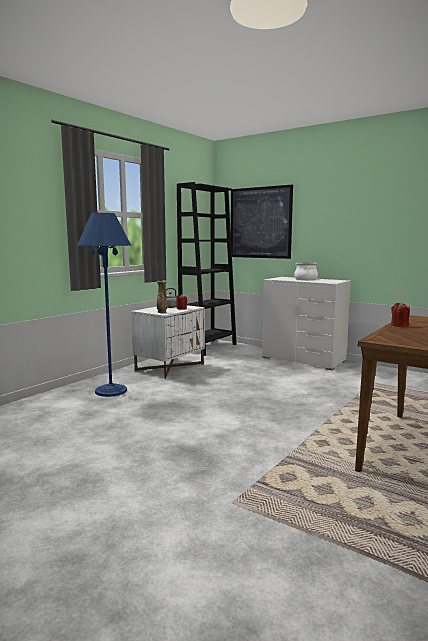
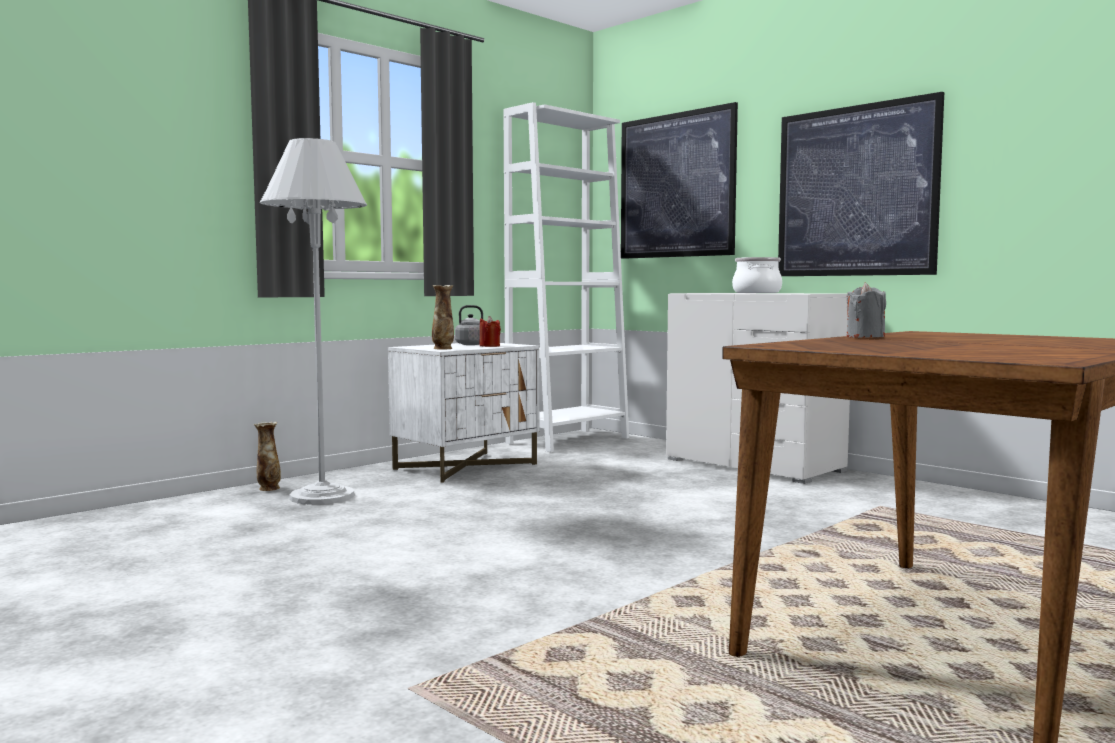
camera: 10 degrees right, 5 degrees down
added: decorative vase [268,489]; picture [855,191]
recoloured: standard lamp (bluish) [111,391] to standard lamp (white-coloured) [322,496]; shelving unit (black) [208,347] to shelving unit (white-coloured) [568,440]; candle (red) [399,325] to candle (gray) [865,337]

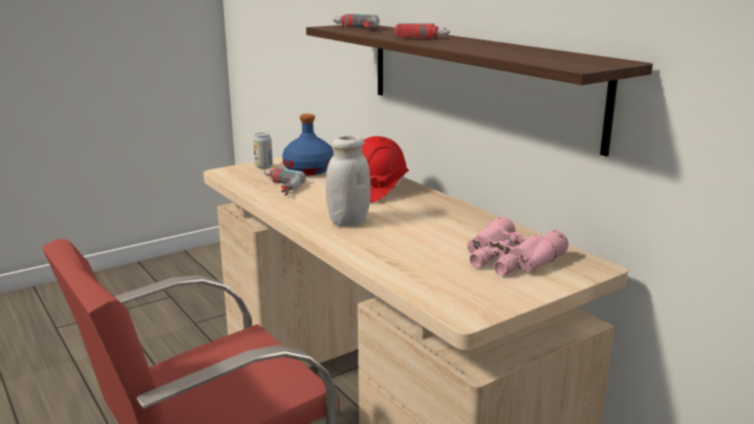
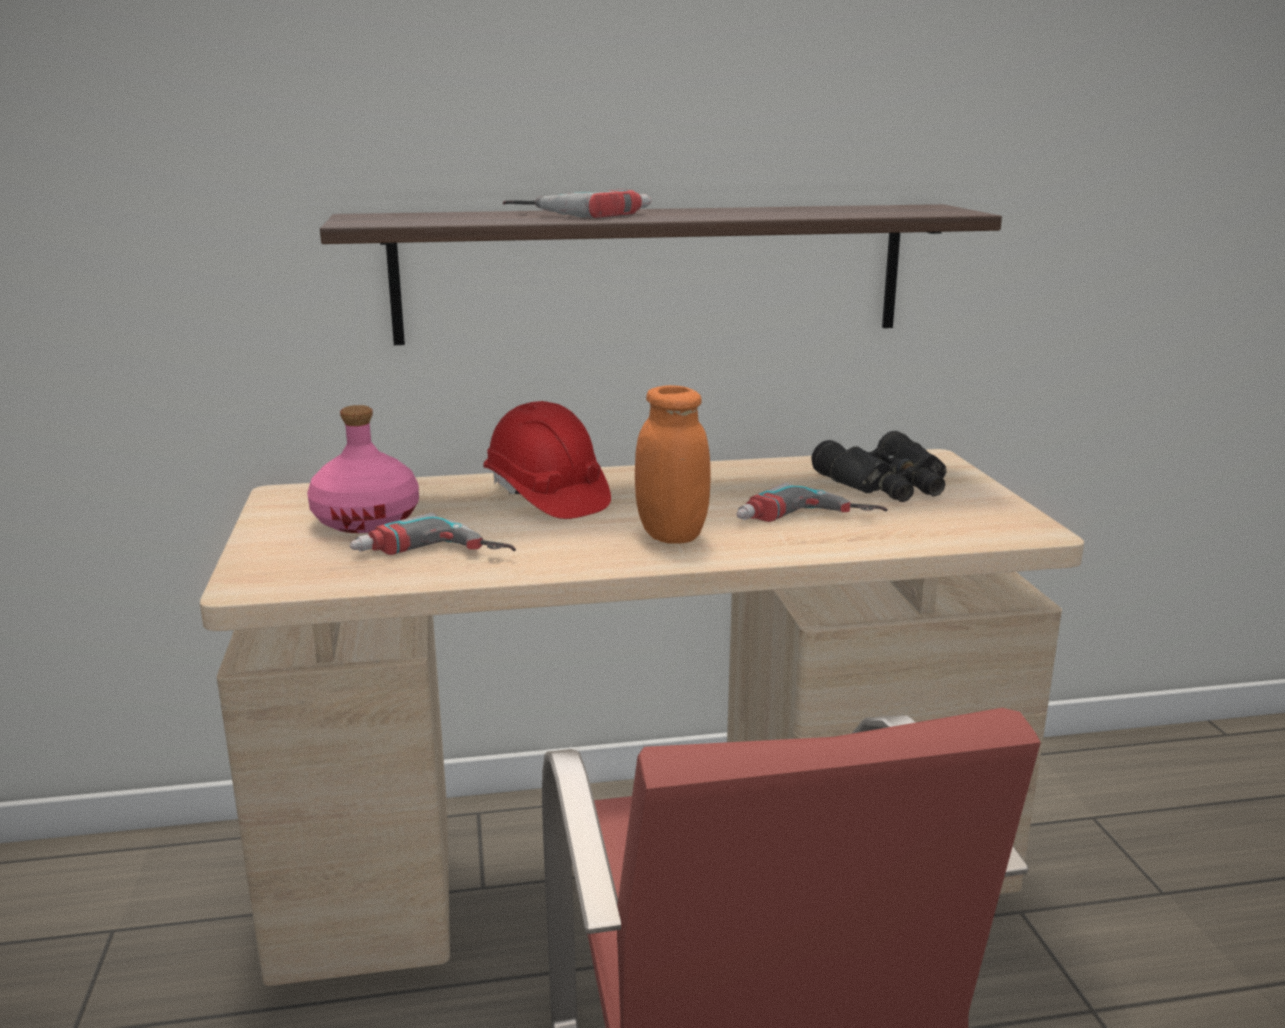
camera: 65 degrees left, 0 degrees up
removed: metal can [263,166]
moved: drill [353,29] to [808,521]
recoloured: drink bottle (bluish) [309,170] to drink bottle (pink-coloured) [366,520]; jar (white-coloured) [348,221] to jar (orangey) [671,535]; pair of binoculars (pink-coloured) [509,259] to pair of binoculars (black) [888,484]

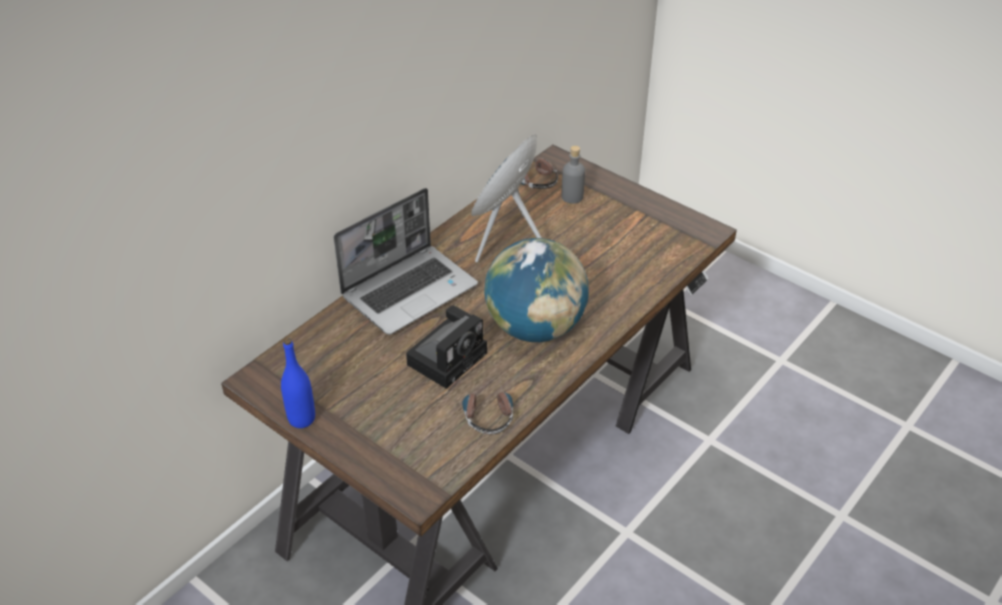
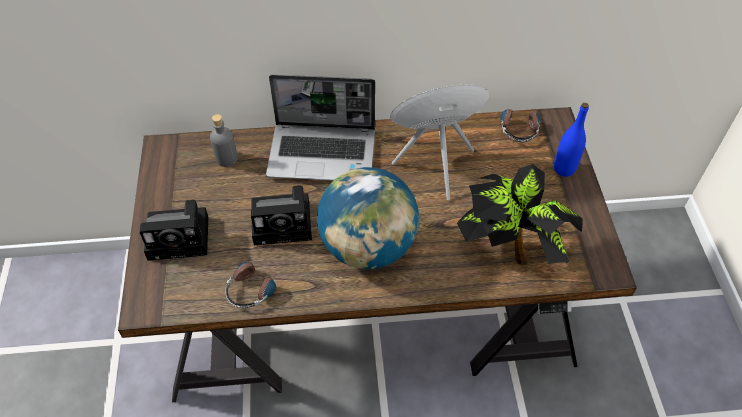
camera: 45 degrees right, 10 degrees up
added: still camera [182,237]; houseplant [510,250]
moved: drink bottle (bluish) [301,419] to [564,169]; drink bottle (gray) [572,197] to [226,158]

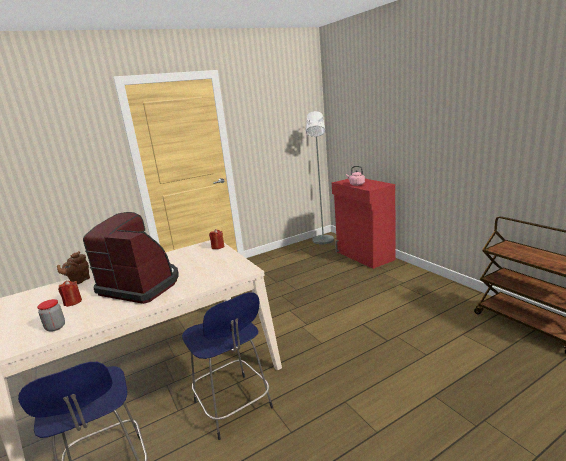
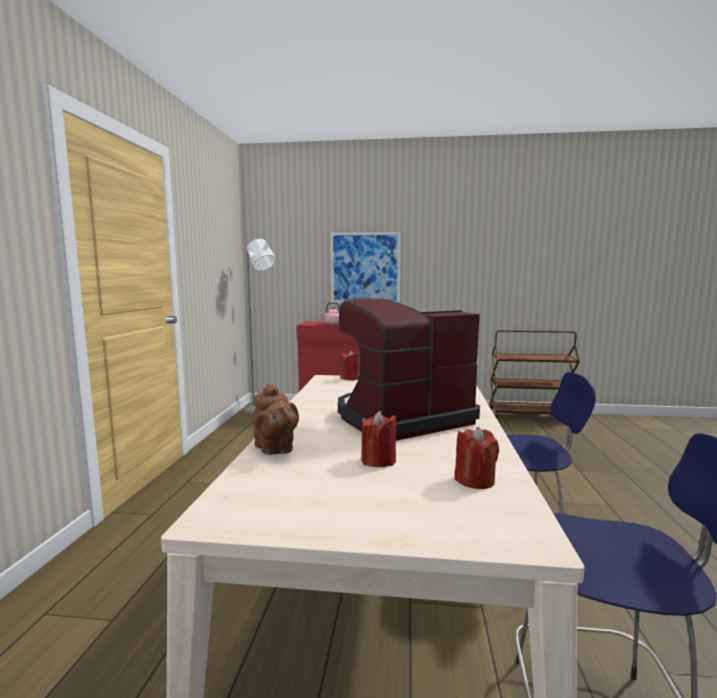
camera: 55 degrees left, 10 degrees down
added: picture [365,268]
replaced: jar [55,327] to candle (red) [475,480]

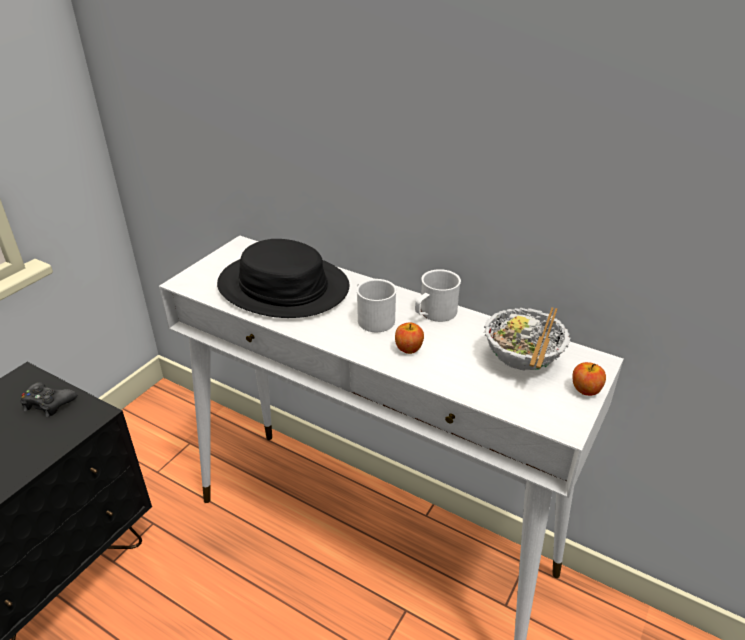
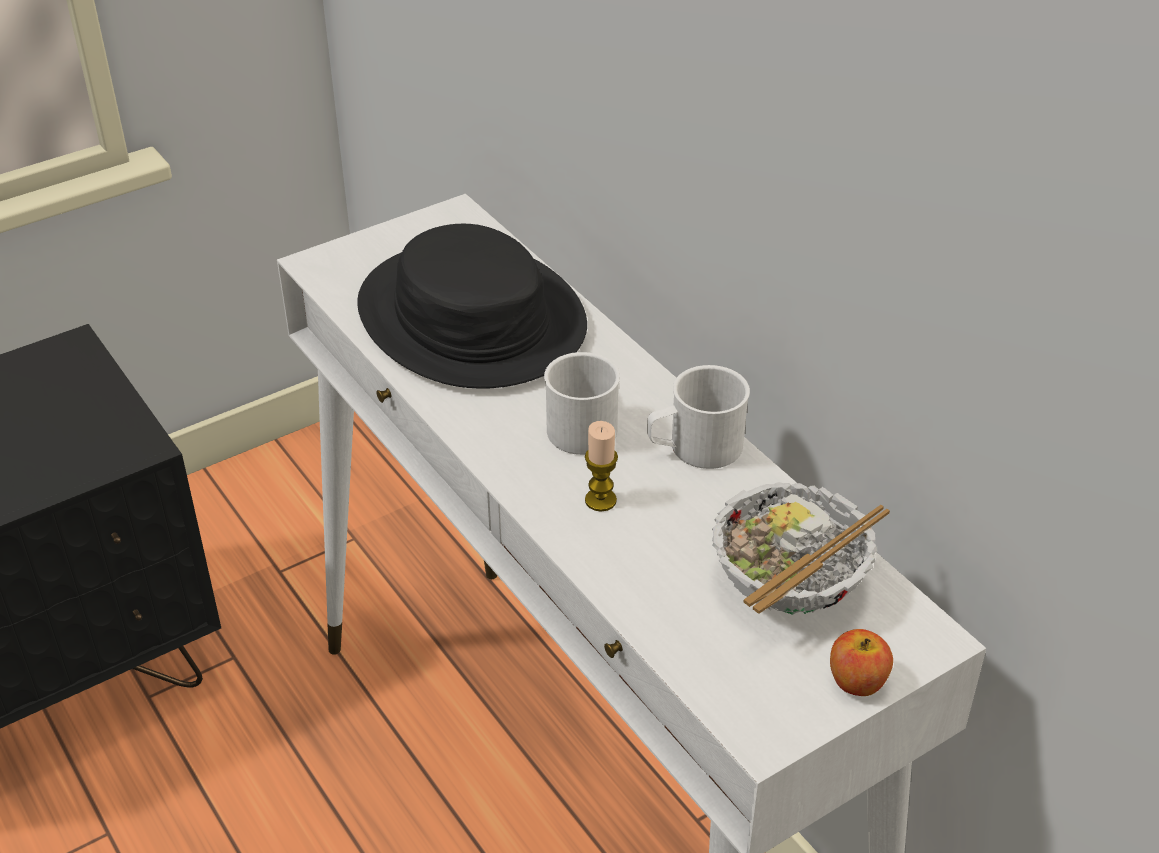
camera: 25 degrees right, 5 degrees up
removed: joypad (black) [48,403]
replaced: apple [409,348] to candle [600,500]

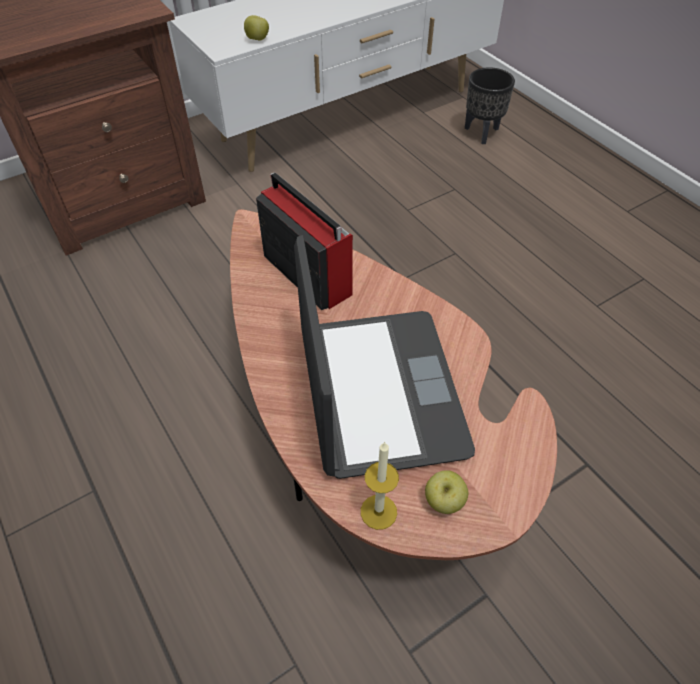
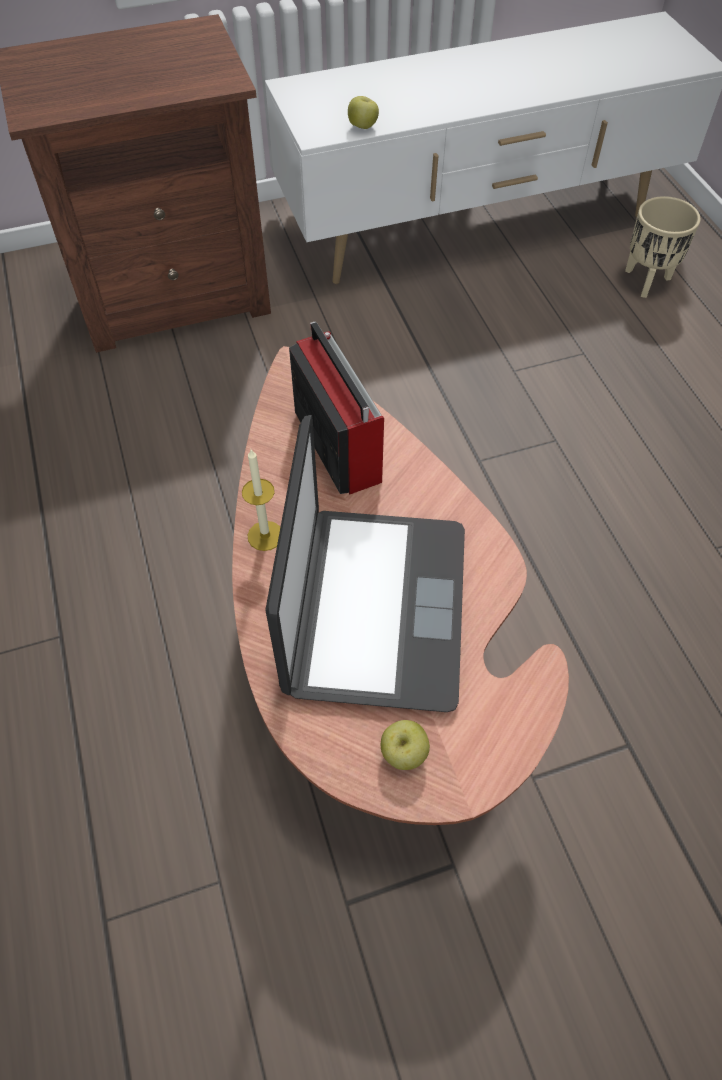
camera: 15 degrees right, 5 degrees up
moved: candle [378,512] to [265,535]
recoloured: planter (black) [482,133] to planter (beige) [647,281]

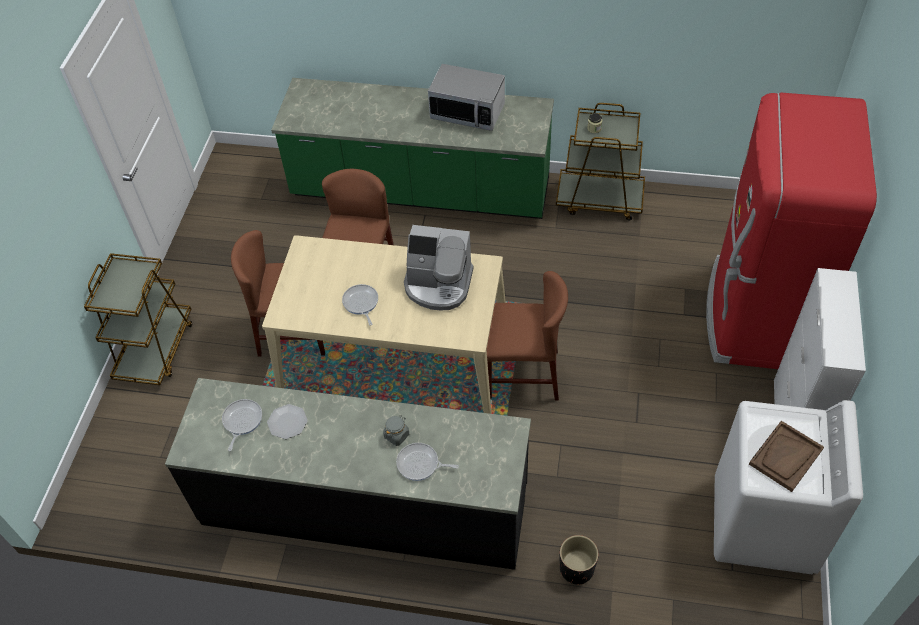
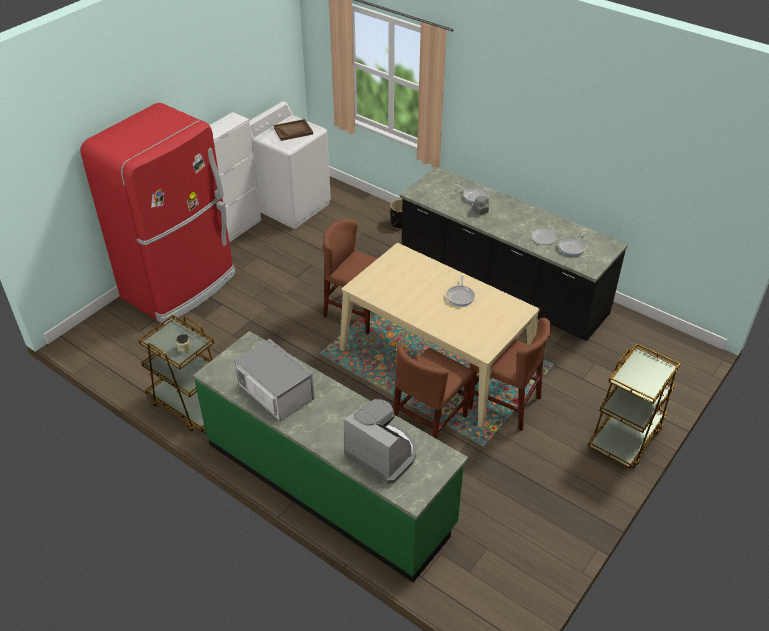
camera: 155 degrees left, 10 degrees down
moved: coffee machine [438,285] to [383,453]

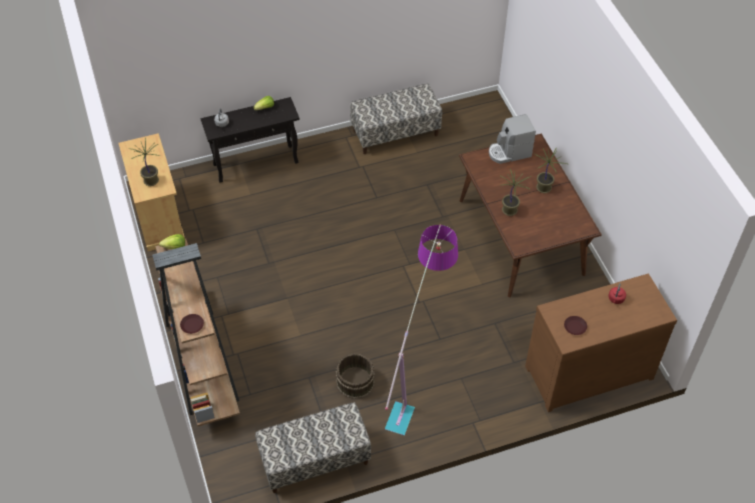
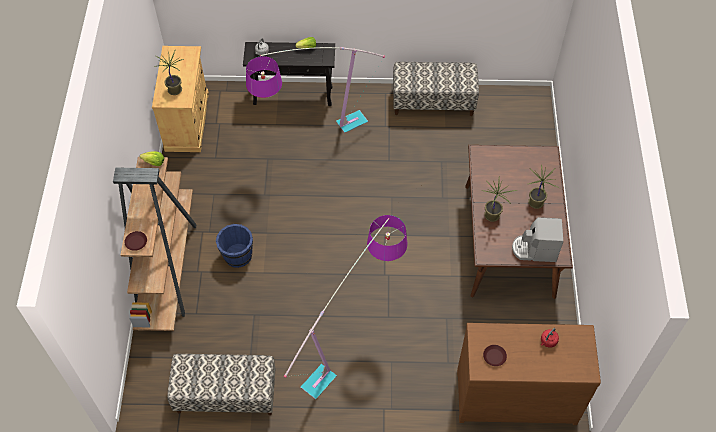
camera: 20 degrees right, 5 degrees up
removed: bucket (brownish) [354,382]
added: bucket (bluish) [237,255]; standard lamp [309,141]
moved: coffee machine [509,152] to [534,250]

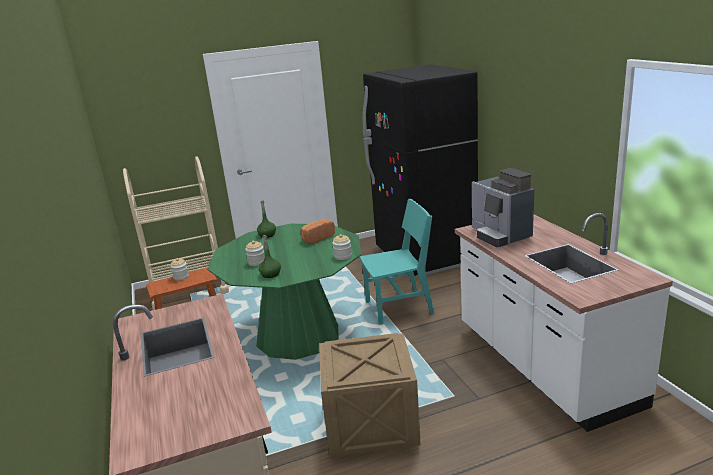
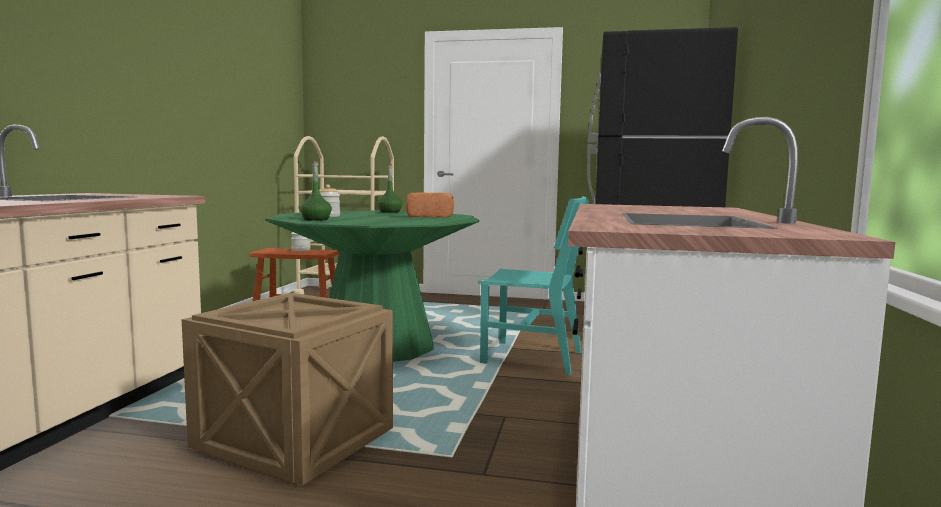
camera: 30 degrees right, 15 degrees down
removed: jar [342,256]; coffee machine [500,235]

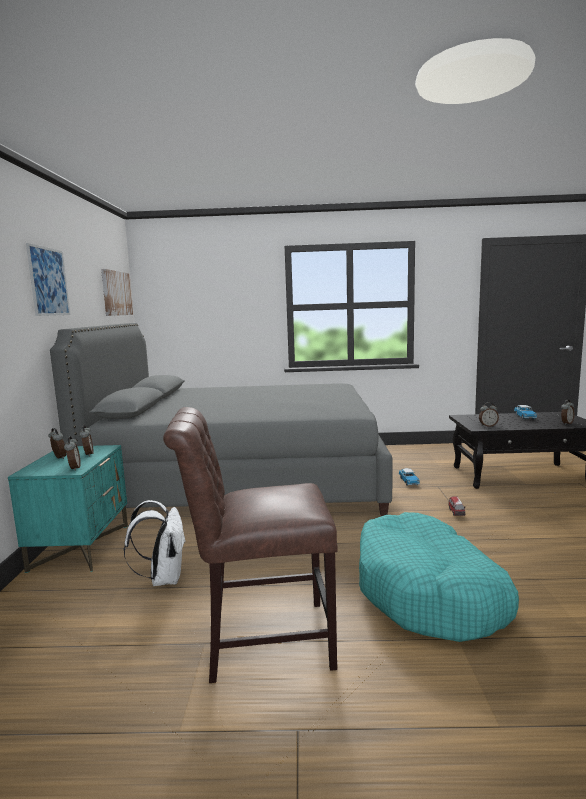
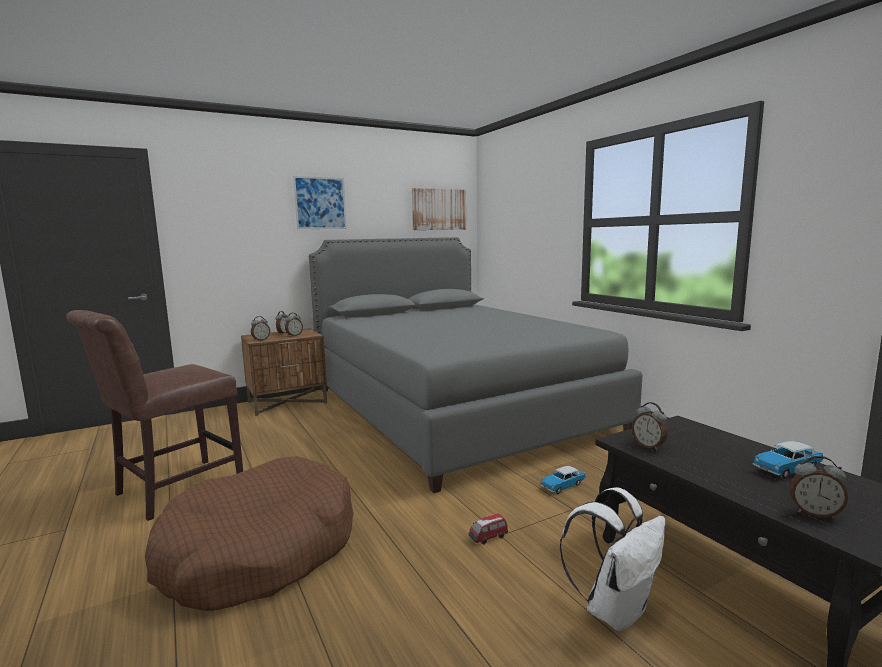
camera: 60 degrees right, 0 degrees up
moved: rucksack (white-coloured) [163,578] to [615,609]
recoloured: bedside table (turquoise-coloured) [81,547] to bedside table (brownish) [287,402]; dog cushion (turquoise-coloured) [429,592] to dog cushion (brownish) [259,550]
turned: plain chair (brownish) [261,639] = [173,490] 105 degrees counterclockwise

